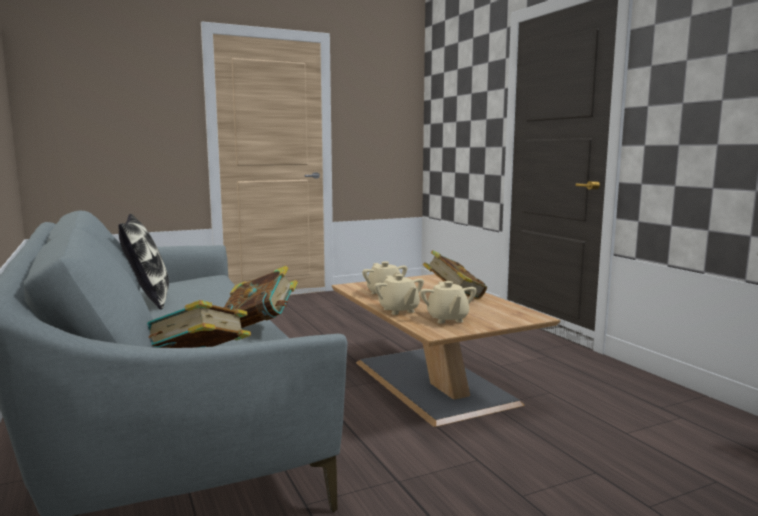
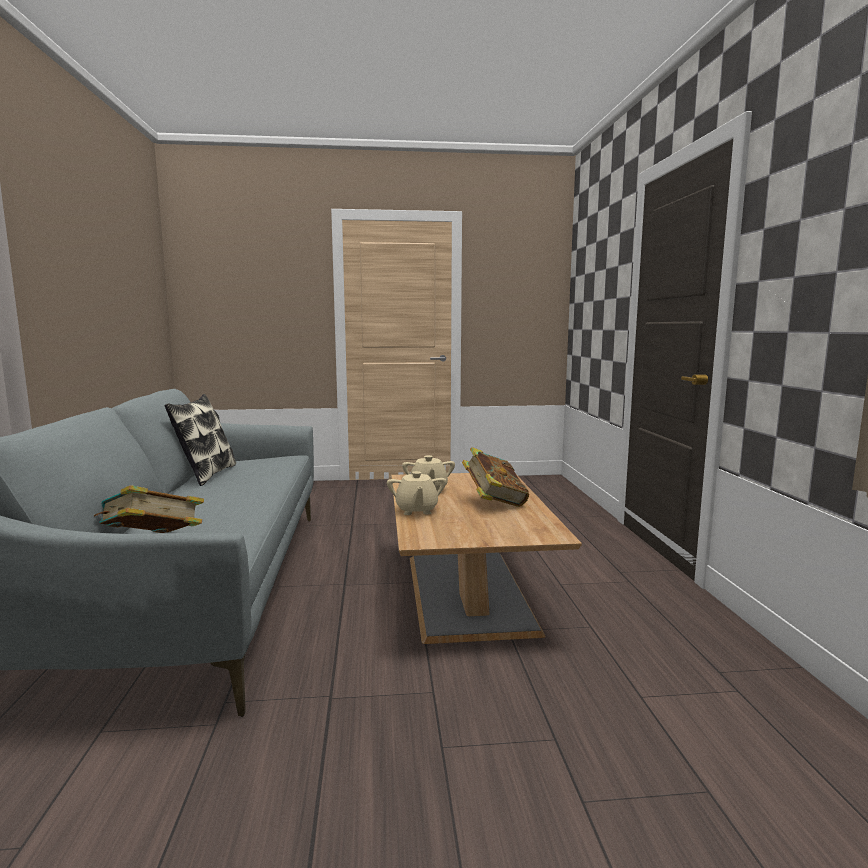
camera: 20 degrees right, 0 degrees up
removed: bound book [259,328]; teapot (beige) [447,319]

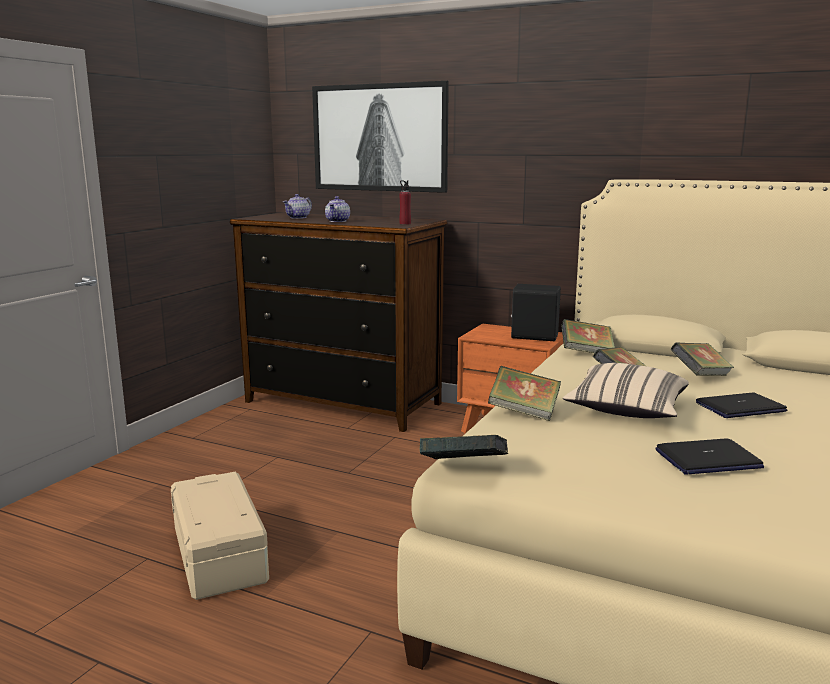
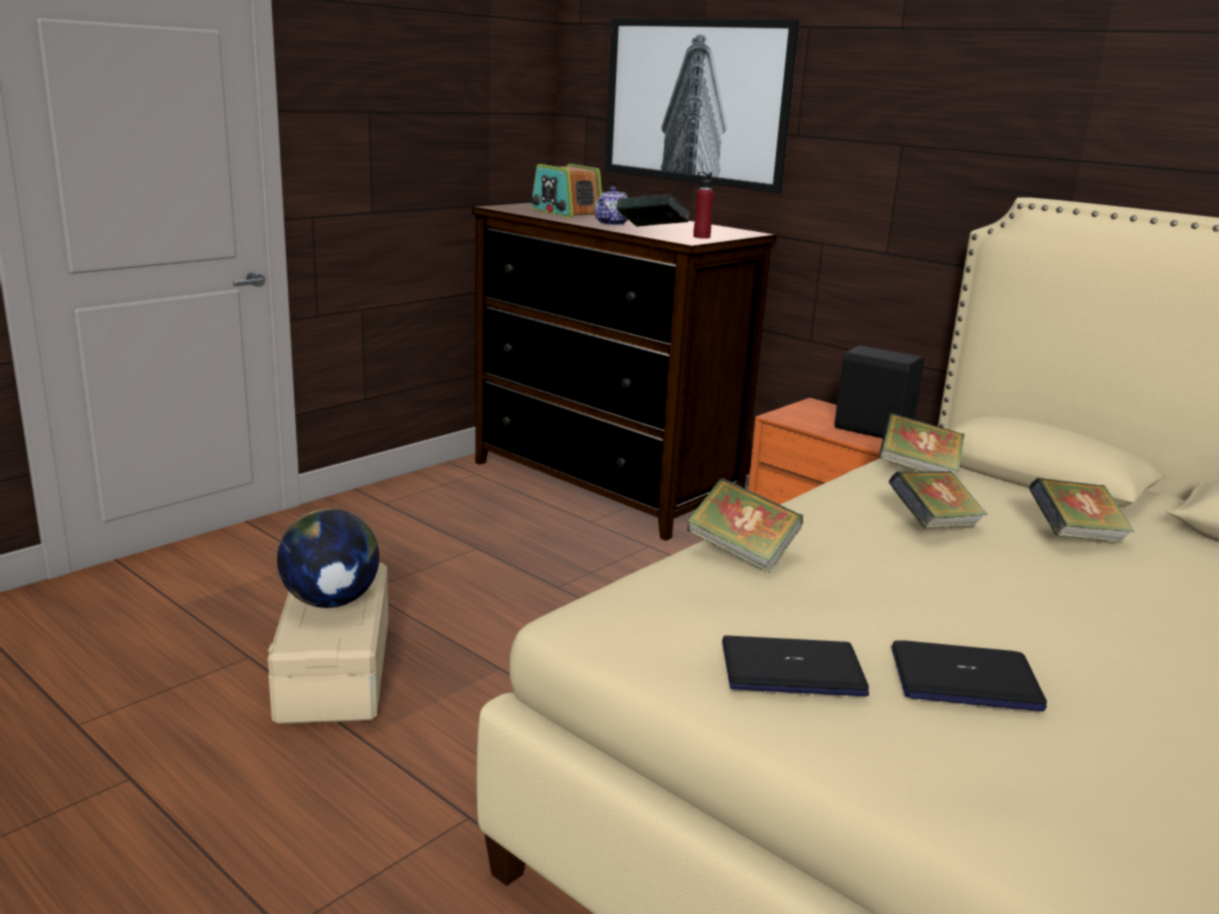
camera: 15 degrees right, 5 degrees up
removed: throw pillow (beige) [626,411]
added: globe [331,602]
moved: bound book [463,470] to [651,231]; portable computer [740,407] to [792,669]
replaced: teapot [298,217] to radio [565,212]

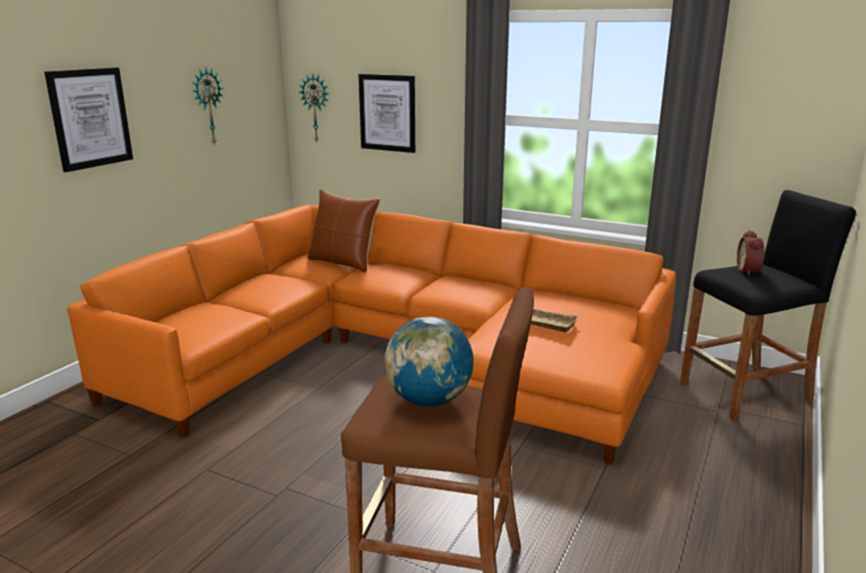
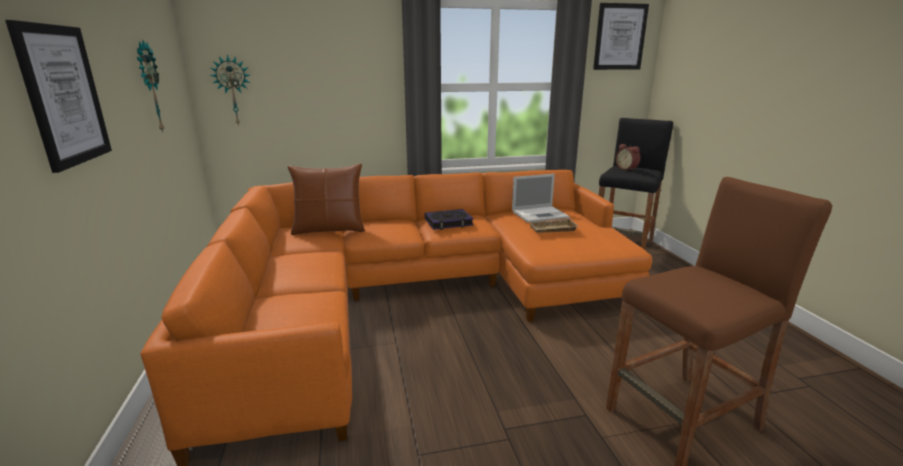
camera: 40 degrees left, 0 degrees up
removed: globe [429,400]
added: bound book [448,223]; portable computer [540,214]
moved: picture [387,113] to [620,37]

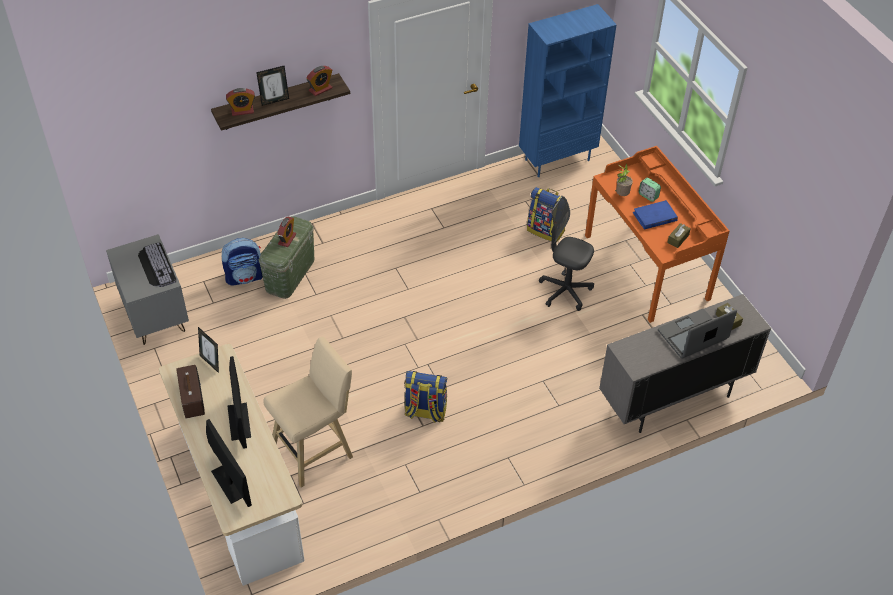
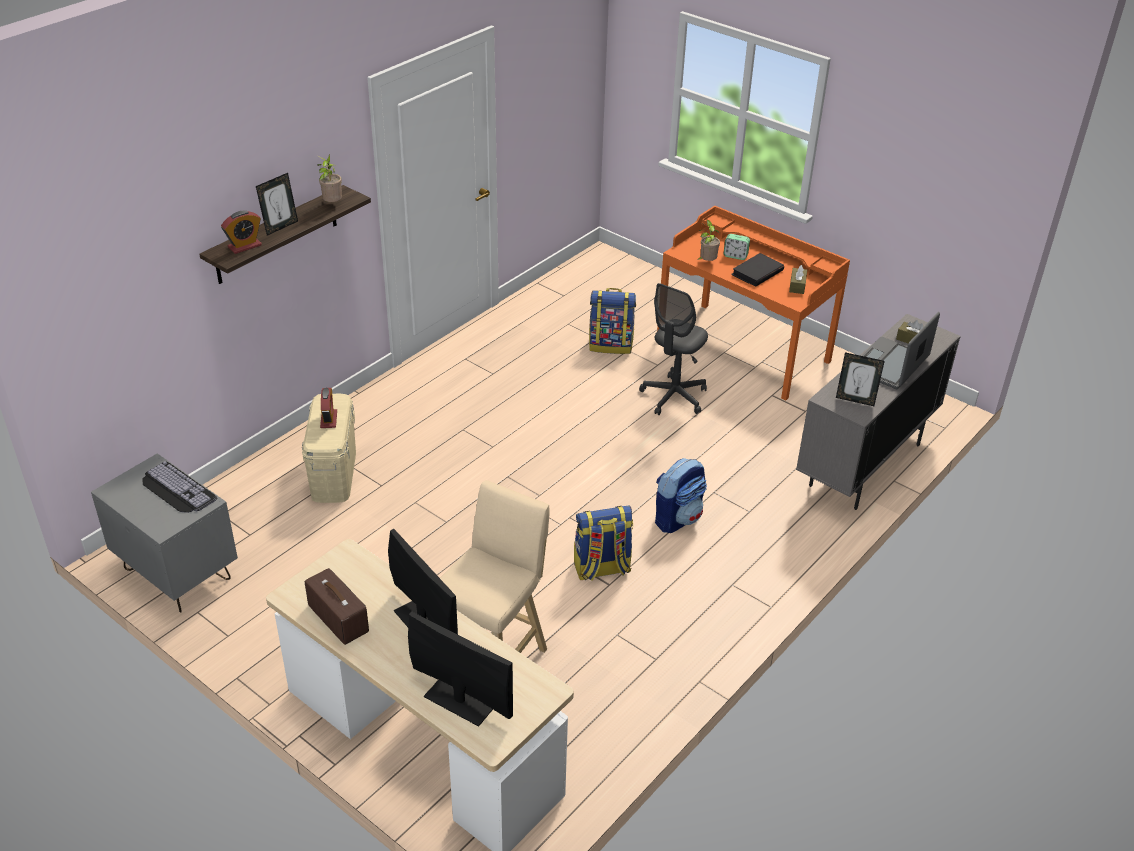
camera: 25 degrees left, 10 degrees down
removed: shelving unit (bluish) [557,159]
moved: picture frame [211,362] to [855,400]; rucksack [245,277] to [678,518]
replaced: alarm clock [320,89] to houseplant [332,204]
recoloured: storage bin (greenish) [290,274] to storage bin (beige) [333,473]; bound book (bluish) [654,217] to bound book (black) [757,273]
turned: desk chair (gray) [565,291] = [674,397] 60 degrees counterclockwise

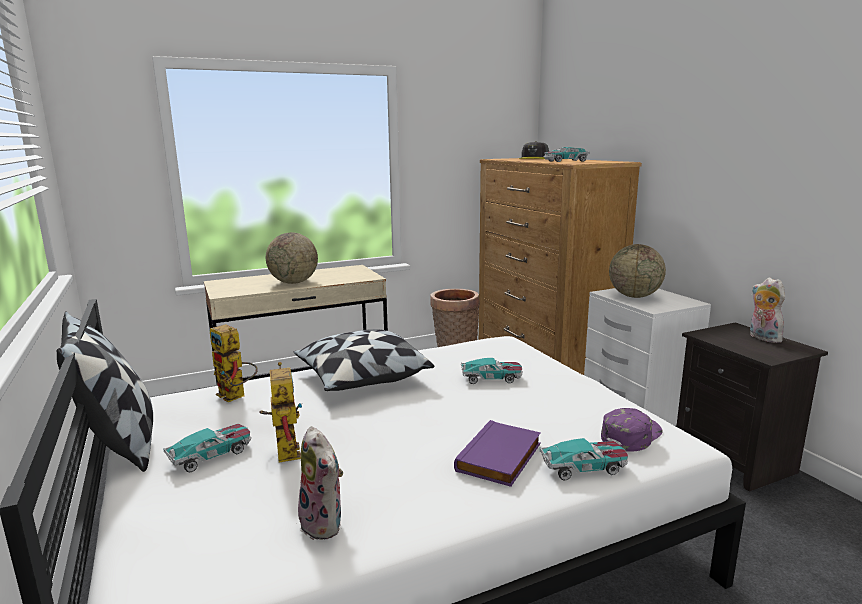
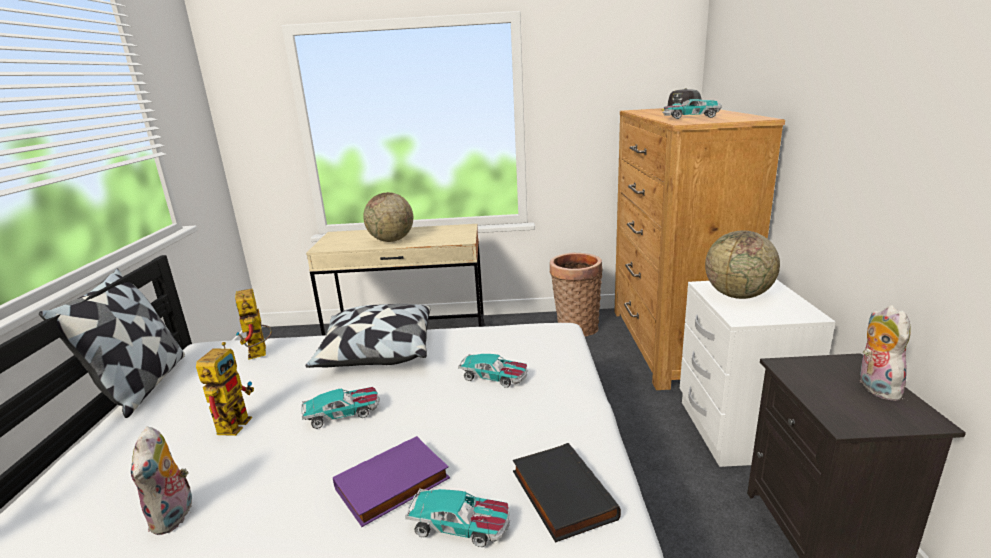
camera: 25 degrees right, 5 degrees up
moved: model car [211,454] to [343,413]
replaced: cap (purplish) [630,435] to bound book (black) [560,494]

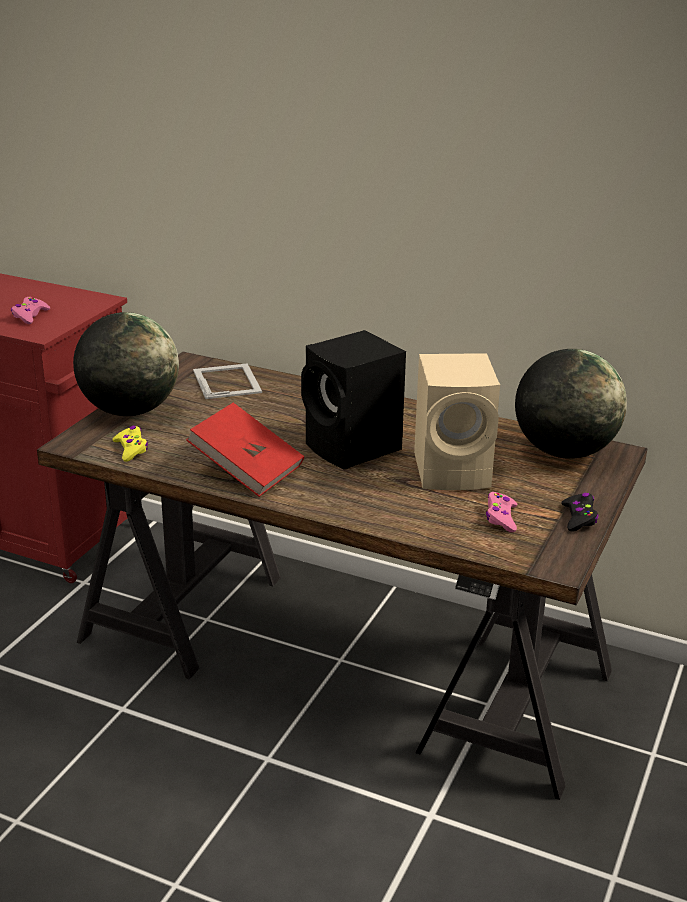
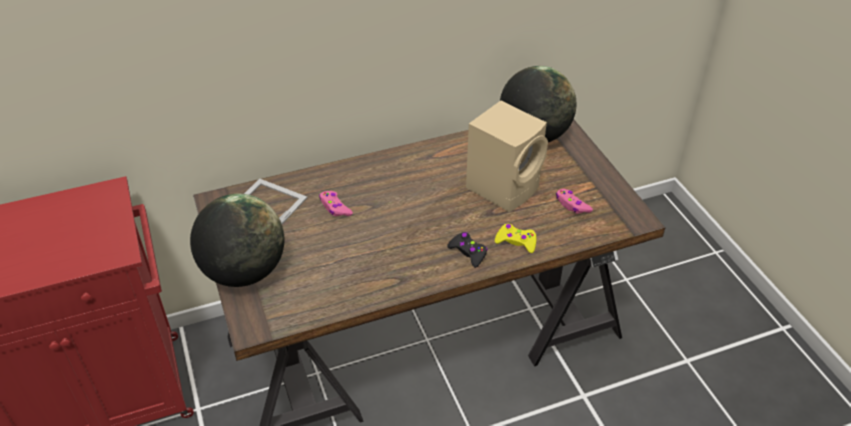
camera: 45 degrees left, 15 degrees up
removed: bound book (red) [247,470]; speaker (black) [354,449]
moved: joypad (pink-coloured) [30,316] to [335,208]; joypad (yellowish) [131,449] to [516,241]; joypad (black) [579,518] to [468,252]

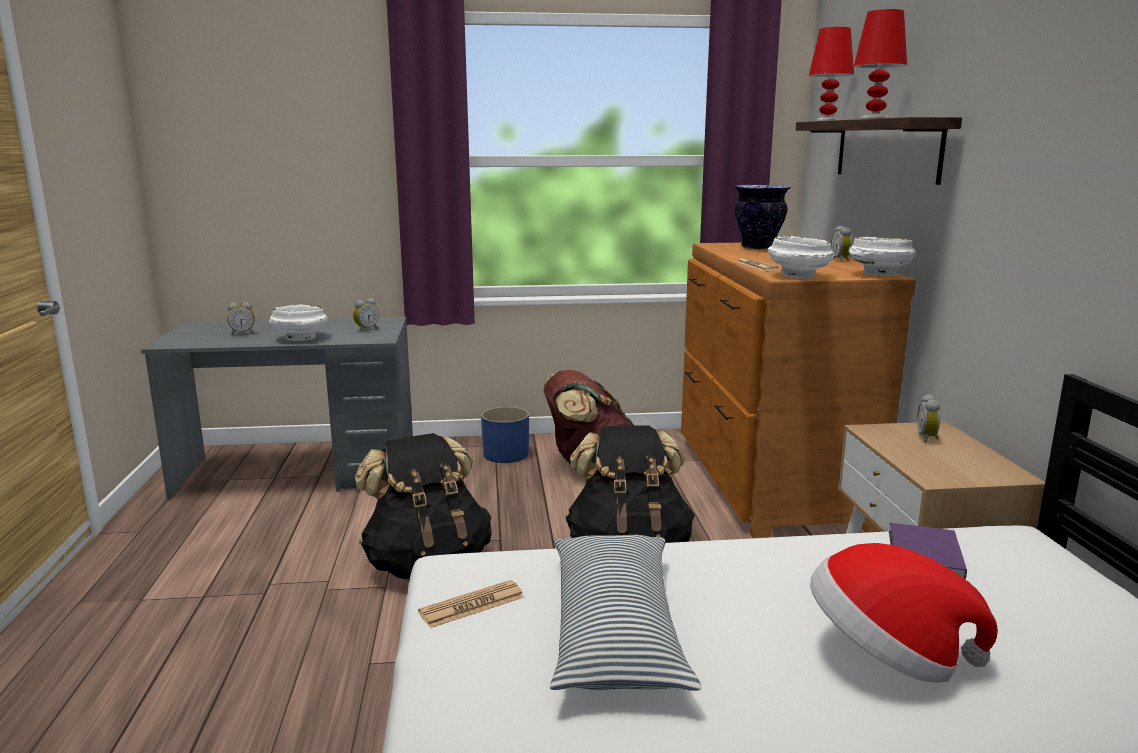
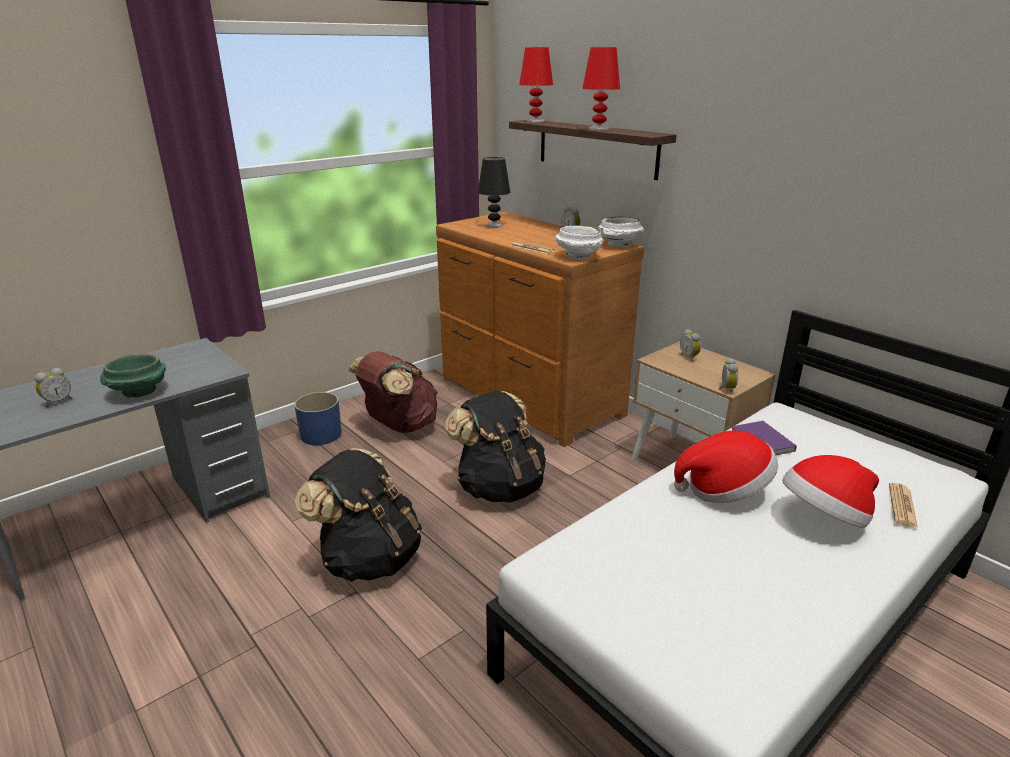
camera: 35 degrees left, 10 degrees up
removed: throw pillow [615,630]
added: clothing hat [724,490]
moved: alarm clock [366,329] to [725,389]; daily paper [472,605] to [902,505]
replaced: decorative vase [758,248] to lamp for a table (black) [494,225]
recoloured: deep dish (white-coloured) [299,338] to deep dish (greenish) [138,392]

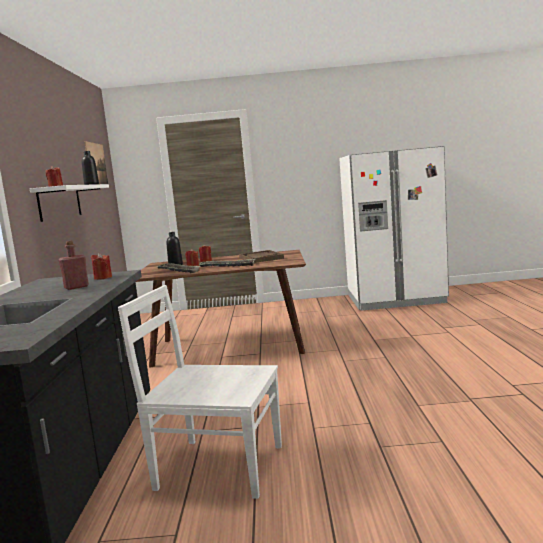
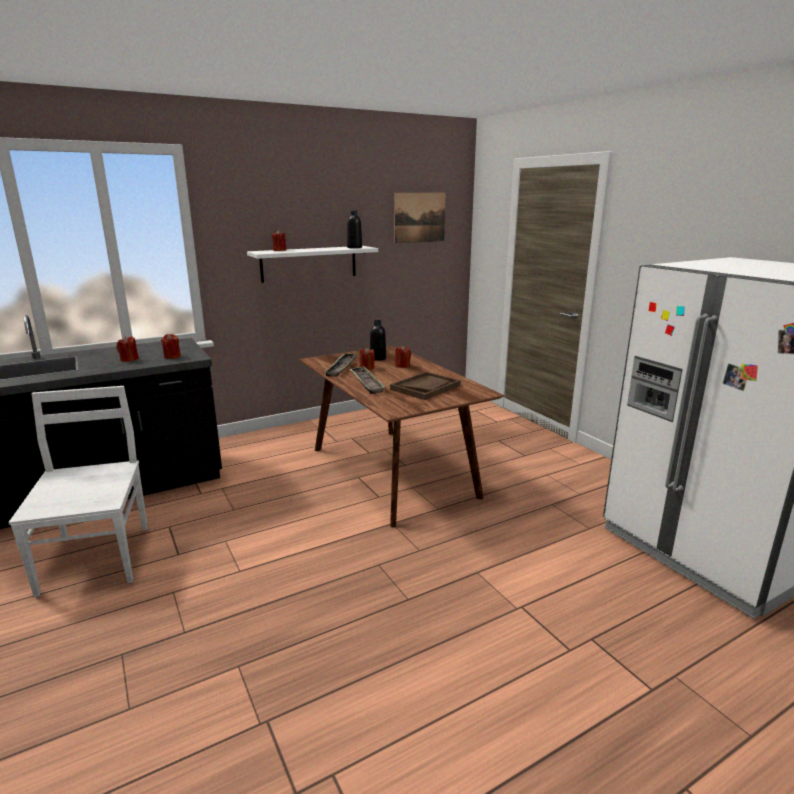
camera: 60 degrees right, 10 degrees up
replaced: drink bottle (red) [76,287] to candle (red) [129,359]

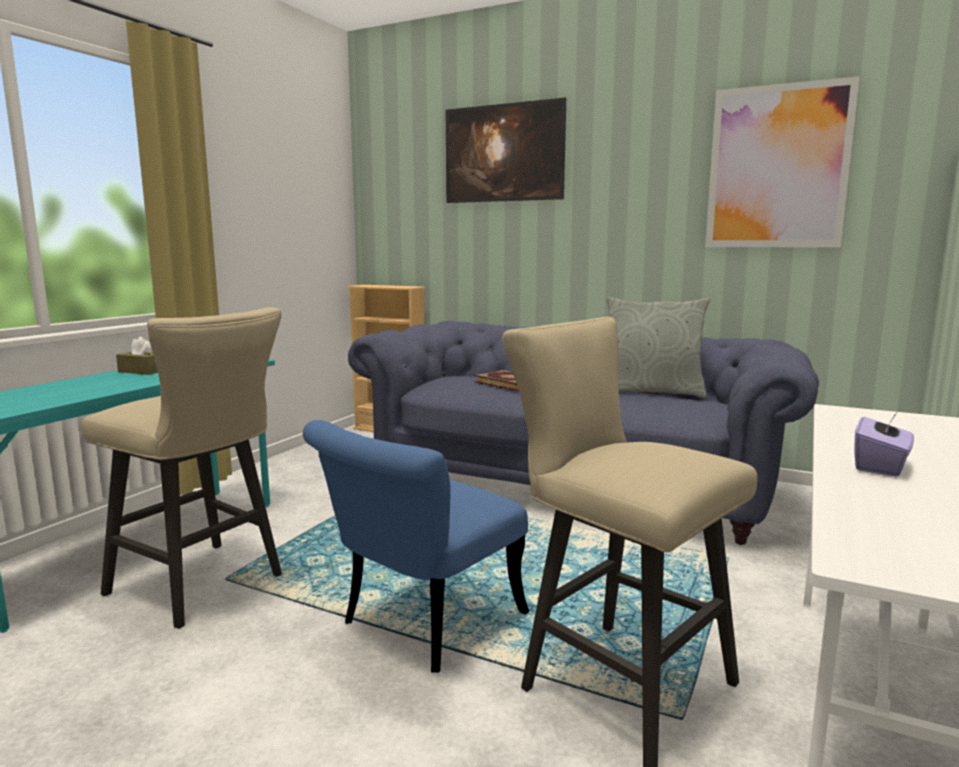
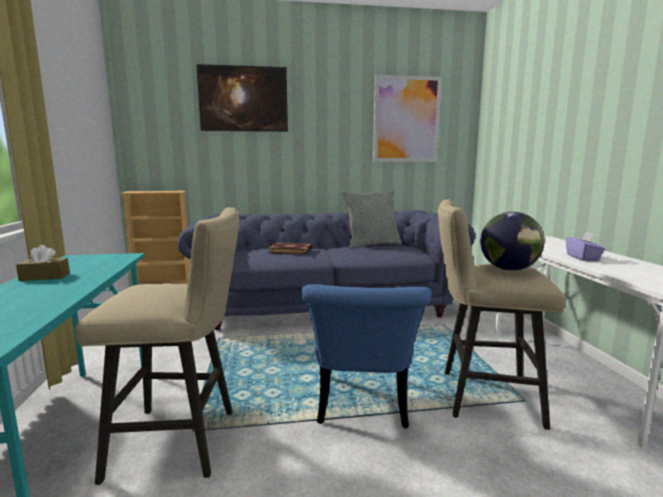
camera: 35 degrees left, 0 degrees up
added: globe [509,269]

